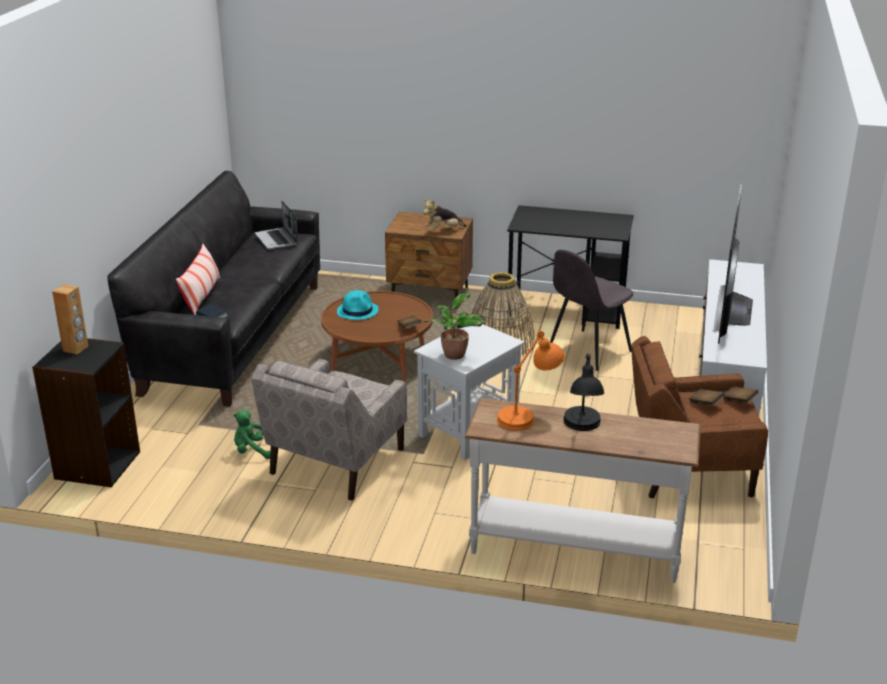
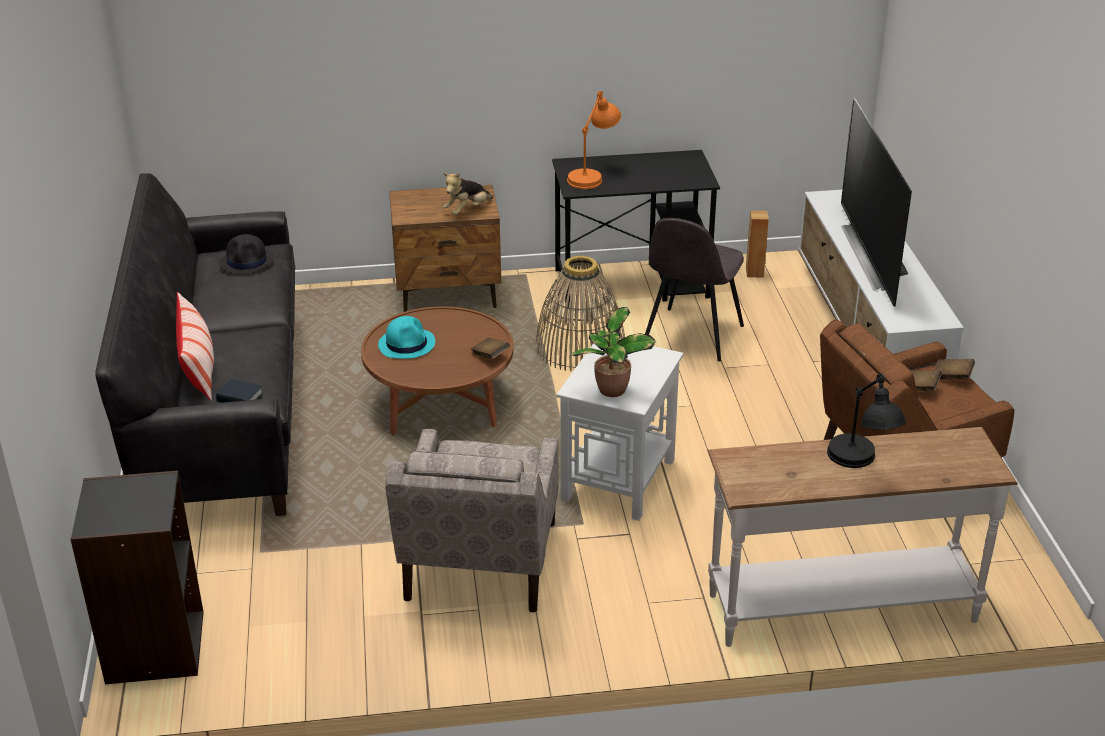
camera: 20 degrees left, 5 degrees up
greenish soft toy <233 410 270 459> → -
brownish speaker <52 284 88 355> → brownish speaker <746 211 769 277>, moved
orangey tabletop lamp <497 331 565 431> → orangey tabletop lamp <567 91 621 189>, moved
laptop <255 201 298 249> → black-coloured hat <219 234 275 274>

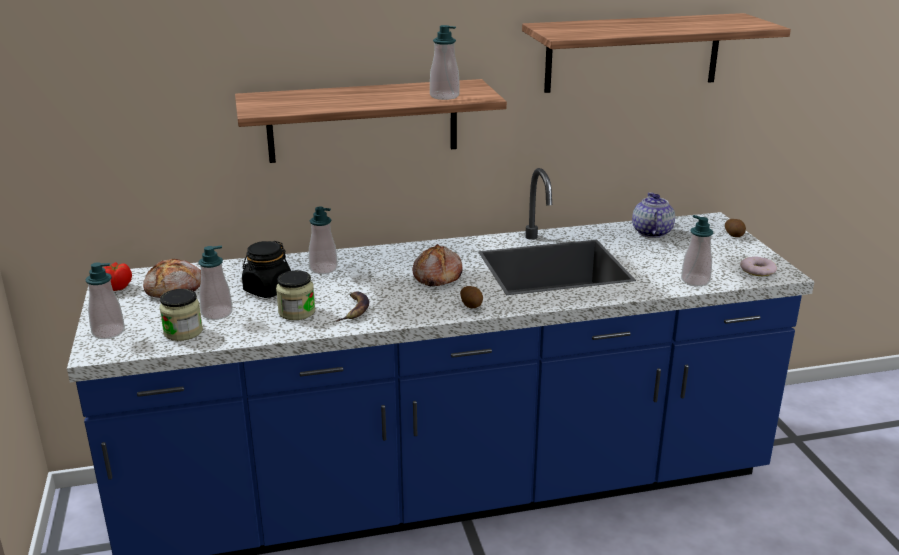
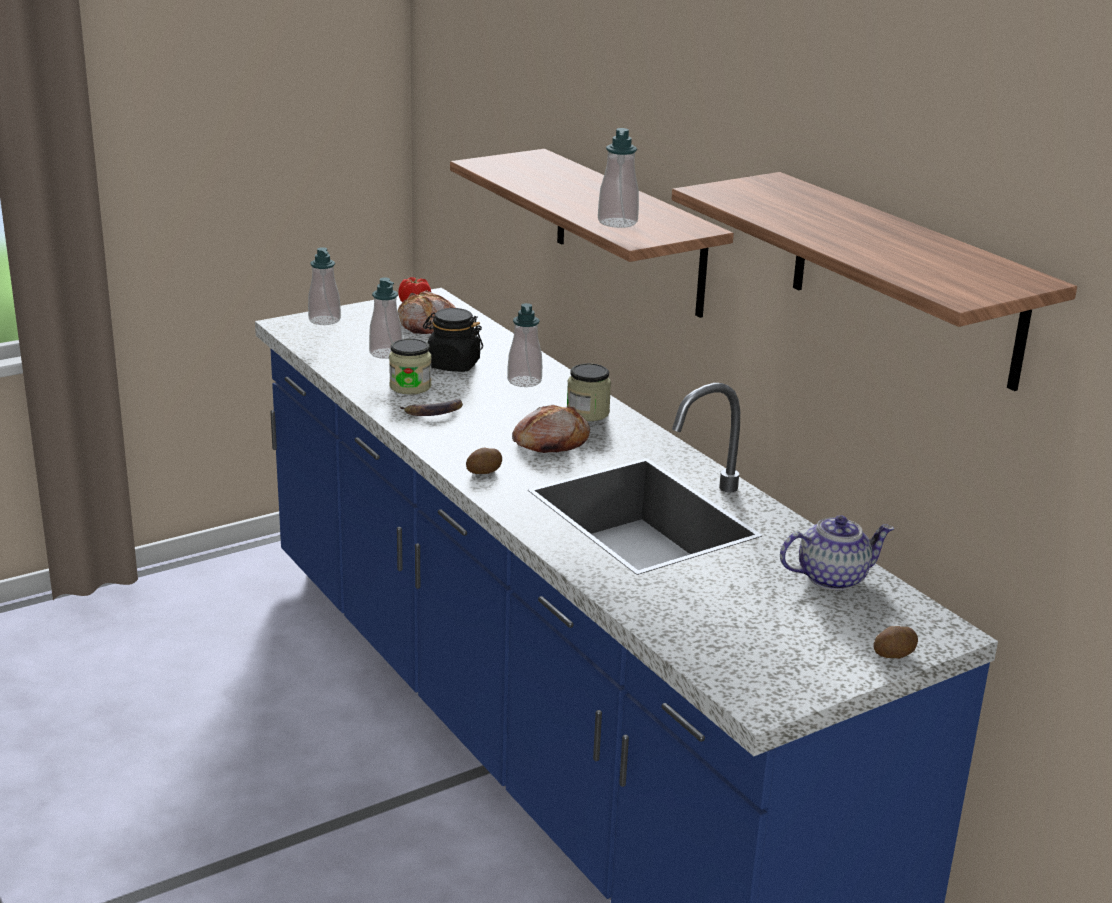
camera: 70 degrees right, 0 degrees up
liquid soap bottle <681 215 713 286> → -
donut <740 257 777 276> → -
preserve jar <159 289 203 341> → preserve jar <567 363 611 421>, moved

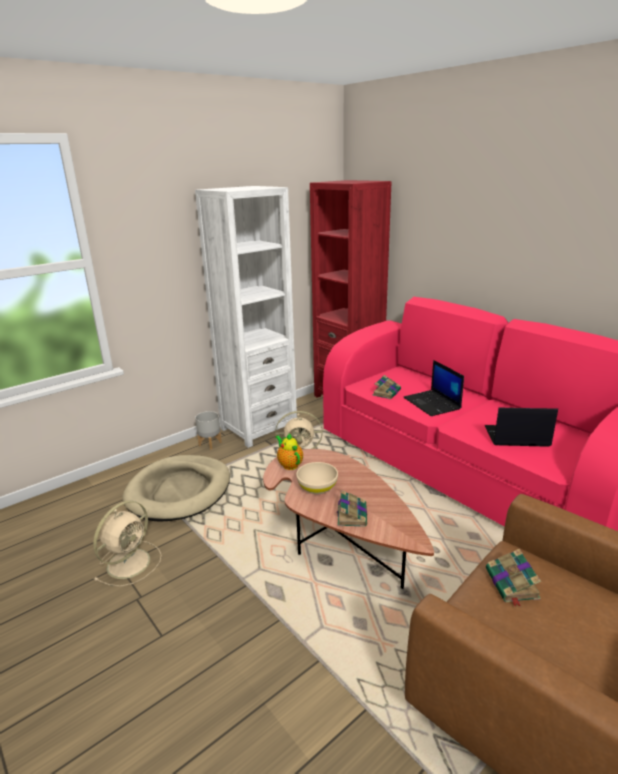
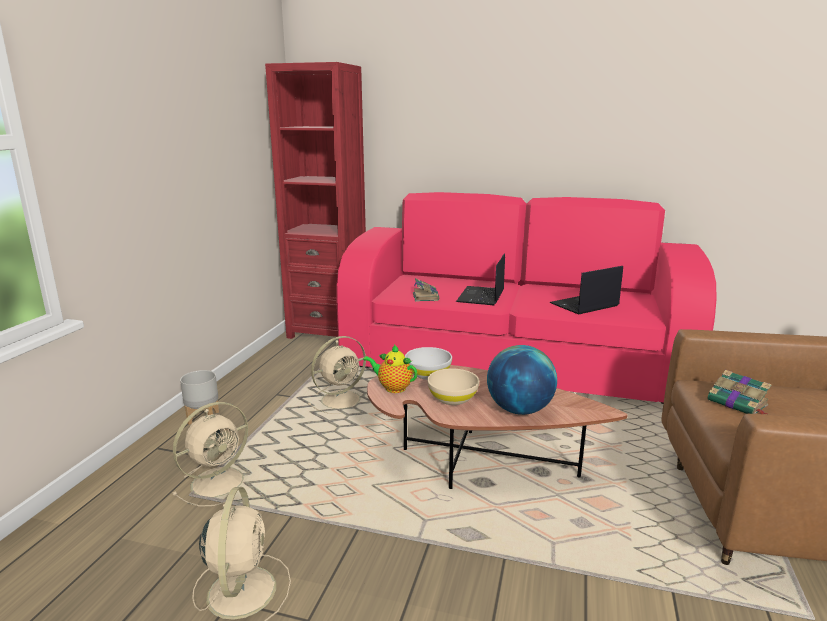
camera: 35 degrees left, 5 degrees down
white-coloured bookcase <195 186 297 448> → -
- → white-coloured deep dish <405 347 452 380>
sand-coloured dog cushion <122 455 230 521> → sand-coloured cooling fan <172 402 248 507>
book <337 490 367 527> → desk globe <487 345 557 415>
laptop <403 360 464 416> → laptop <456 253 505 305>, 75 degrees clockwise

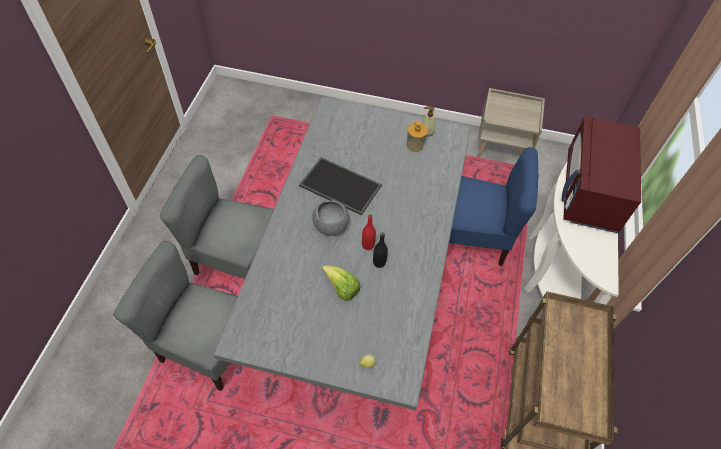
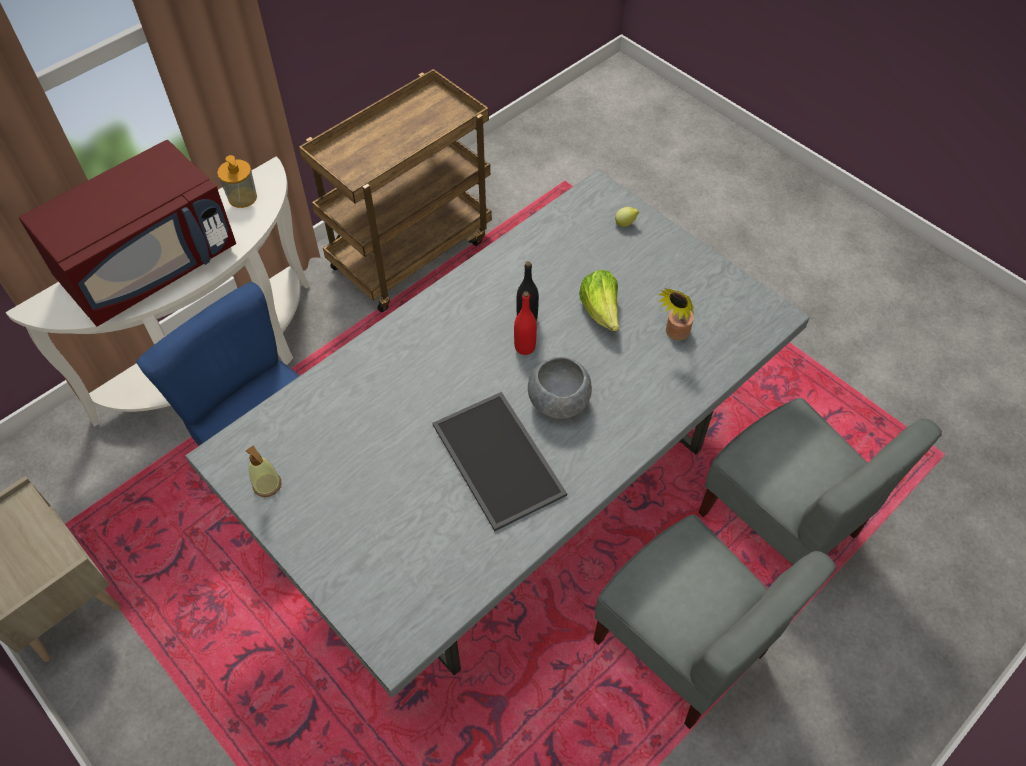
camera: 145 degrees left, 0 degrees up
- → potted plant <658 288 694 341>
liquid soap bottle <407 121 428 152> → liquid soap bottle <217 155 257 208>, moved

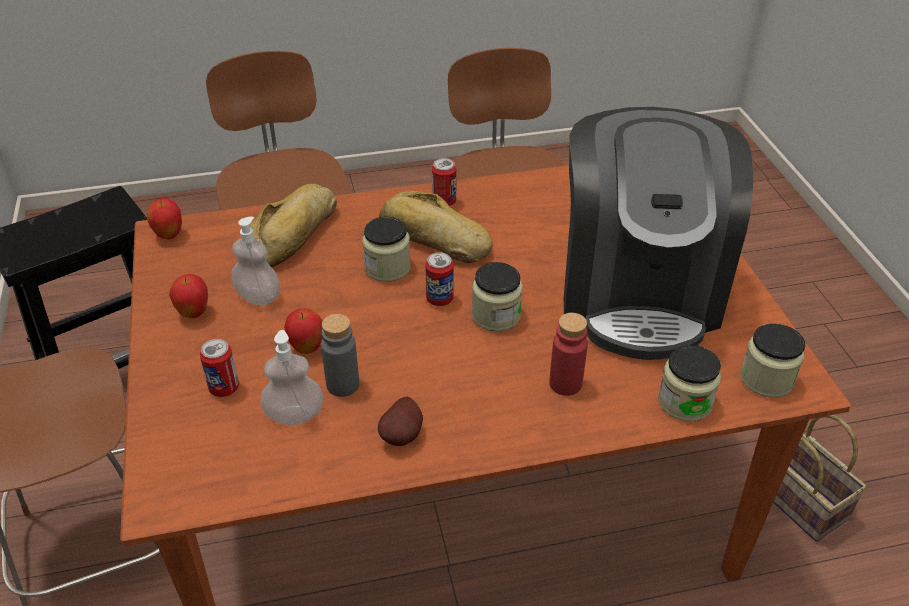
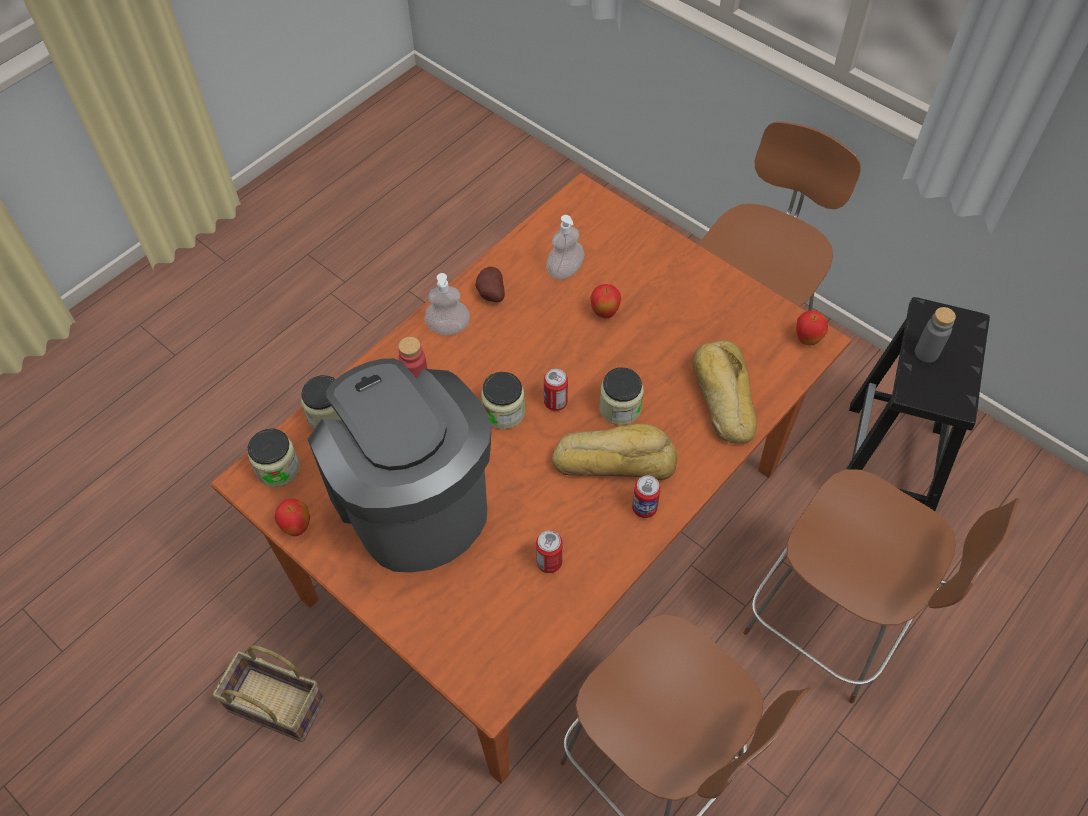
camera: 145 degrees right, 15 degrees up
apple fruit <169 274 208 318> → apple fruit <275 498 310 536>, moved
can <200 339 239 397> → can <536 531 563 573>, moved
liquid soap bottle <232 216 280 305> → liquid soap bottle <425 273 470 335>, moved
gray beverage bottle <321 314 359 397> → gray beverage bottle <915 307 956 363>, moved

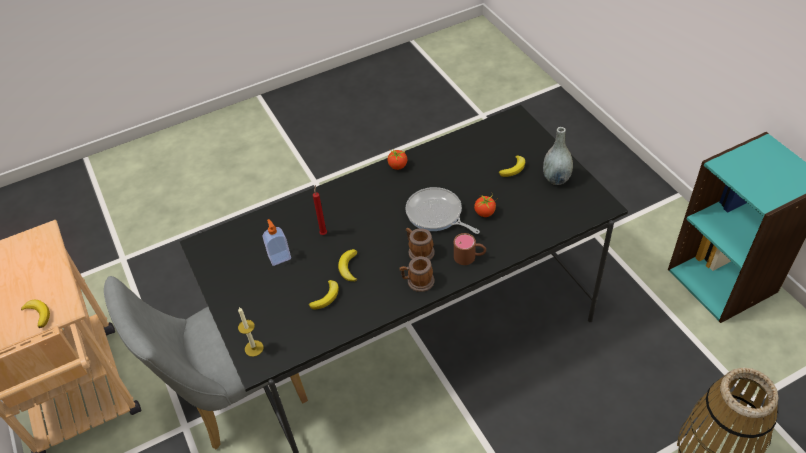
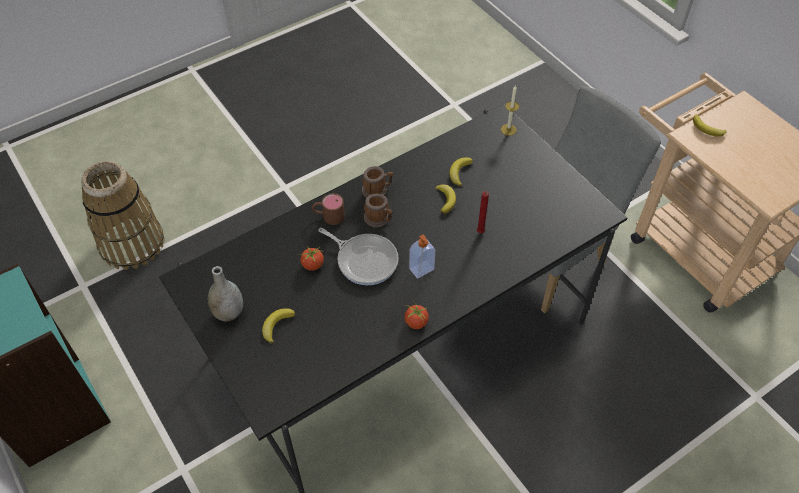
camera: 170 degrees right, 5 degrees up
liquid soap bottle <263 219 291 266> → liquid soap bottle <409 234 435 278>, moved

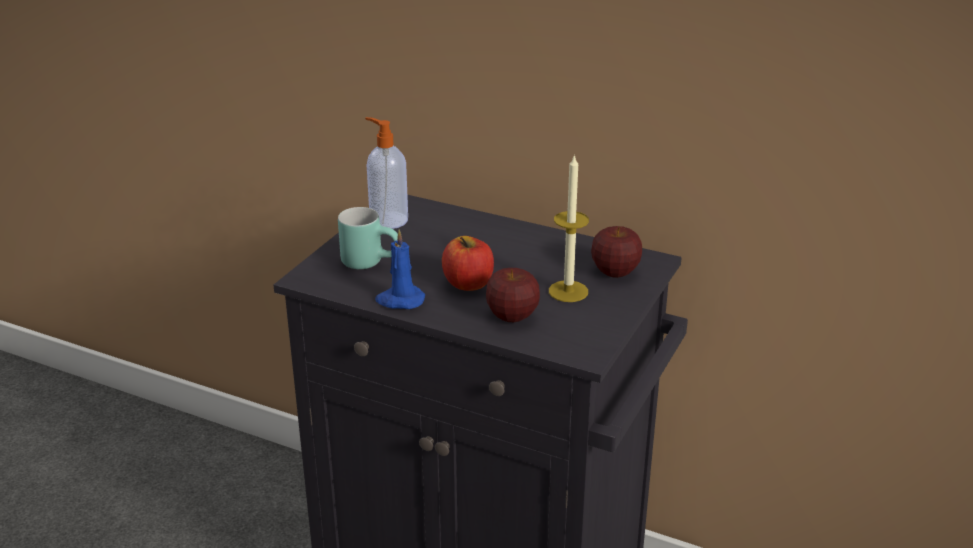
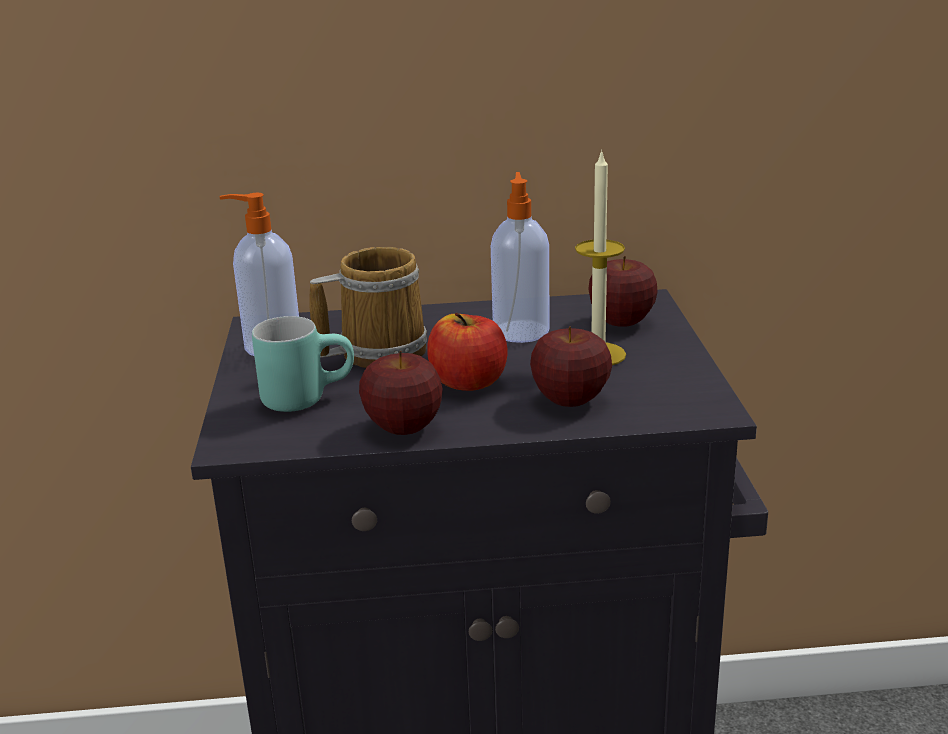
camera: 30 degrees left, 5 degrees down
- → coffee mug <309 247 427 368>
- → liquid soap bottle <491 172 550 343>
bluish wax light <375 229 425 309> → apple fruit <359 351 443 435>

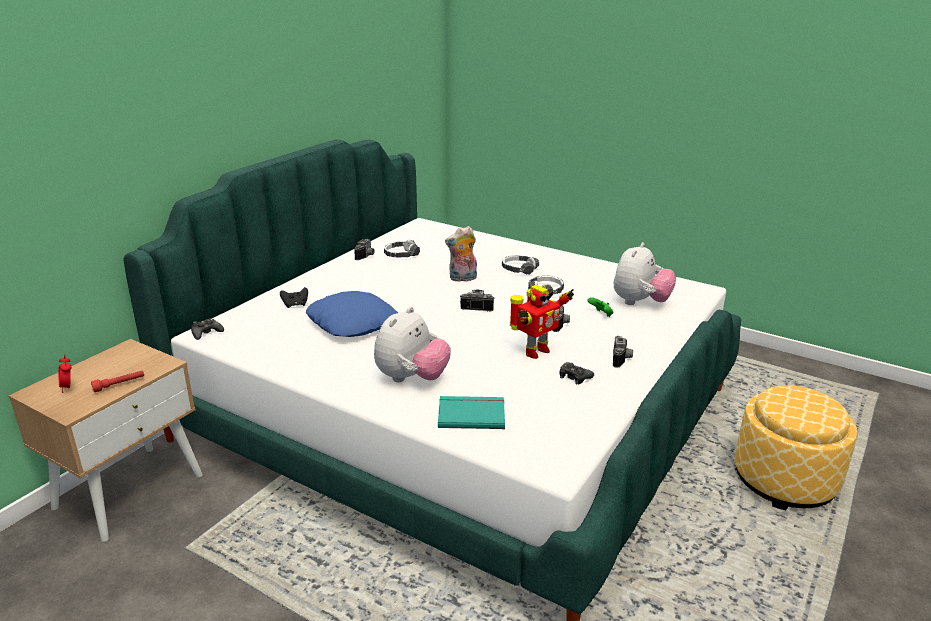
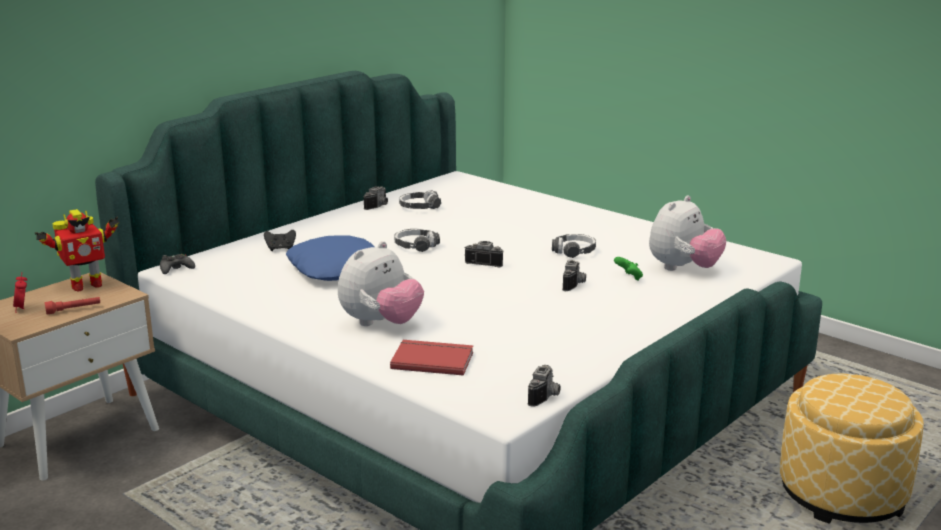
camera: 10 degrees right, 5 degrees down
soft toy <445 226 477 282> → -
black-coloured game controller <560 362 594 384> → -
headset <502 255 539 275> → headset <395 229 440 252>, moved
model robot <510 285 574 359> → model robot <34 209 120 291>, moved
photo camera <613 336 633 367> → photo camera <528 365 561 407>, moved
turquoise book <438 396 505 429> → red book <390 340 473 376>

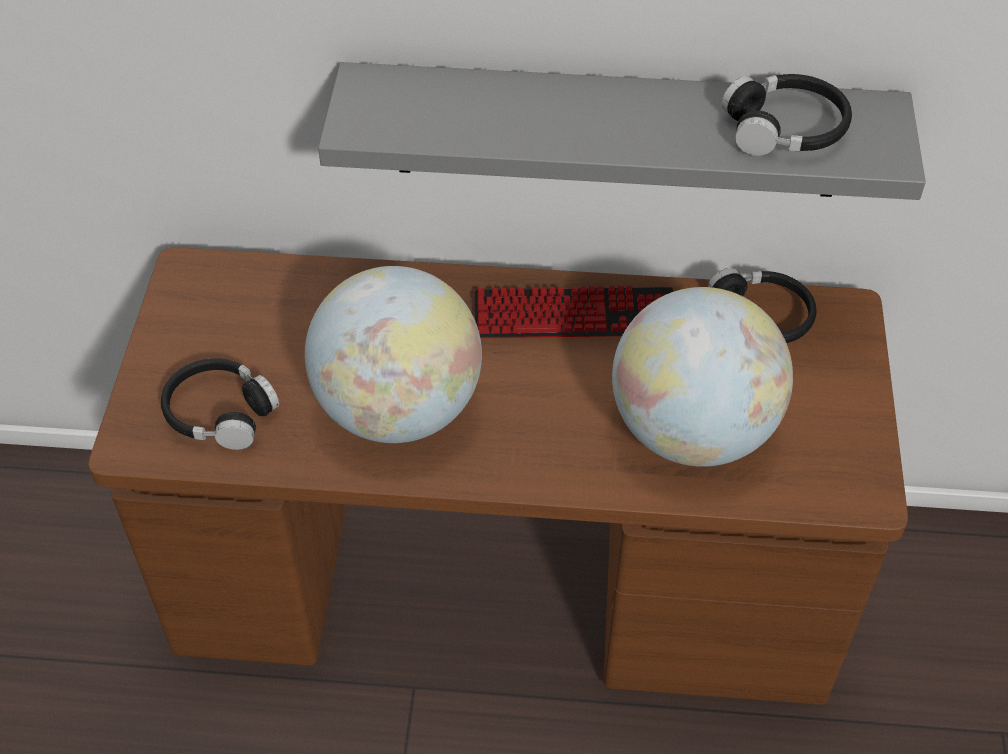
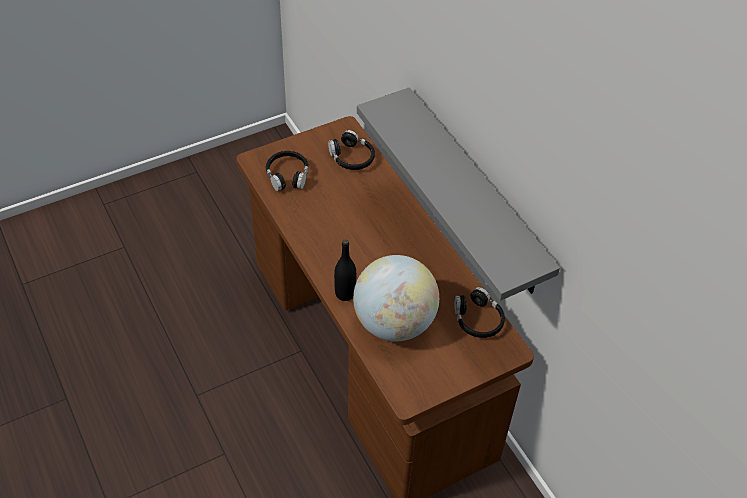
camera: 55 degrees right, 0 degrees up
desk globe <305 266 482 443> → -
keyboard <474 286 673 338> → -
- → black-coloured beverage bottle <334 239 356 301>
black-coloured headset <722 74 852 156> → black-coloured headset <328 130 375 170>, moved

